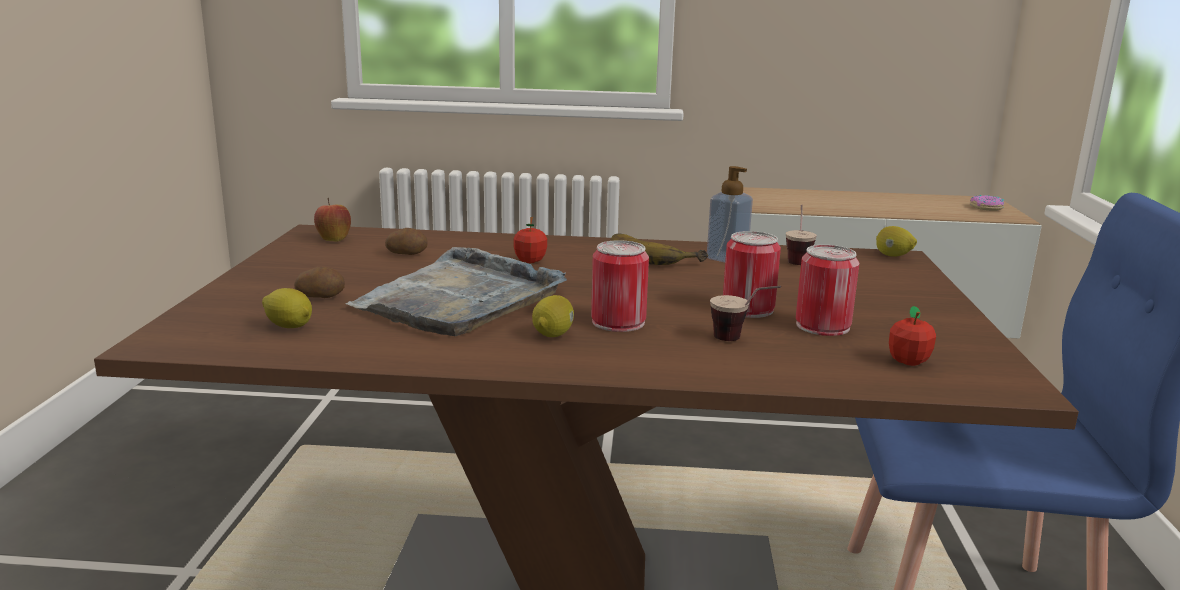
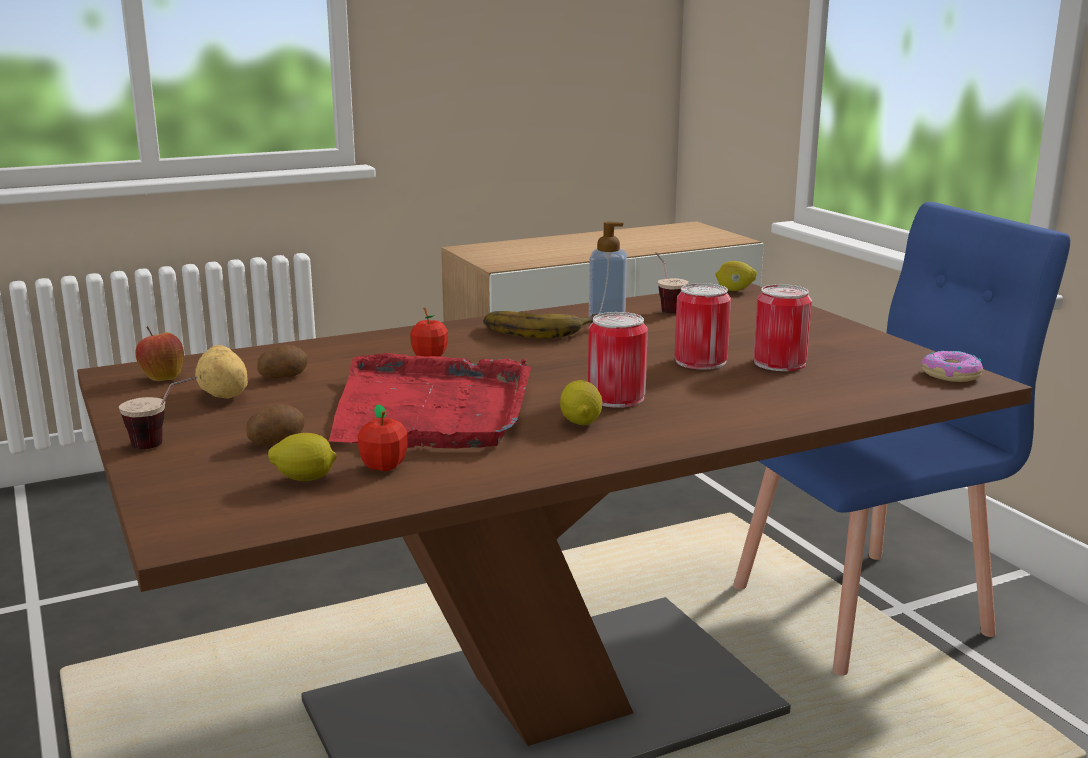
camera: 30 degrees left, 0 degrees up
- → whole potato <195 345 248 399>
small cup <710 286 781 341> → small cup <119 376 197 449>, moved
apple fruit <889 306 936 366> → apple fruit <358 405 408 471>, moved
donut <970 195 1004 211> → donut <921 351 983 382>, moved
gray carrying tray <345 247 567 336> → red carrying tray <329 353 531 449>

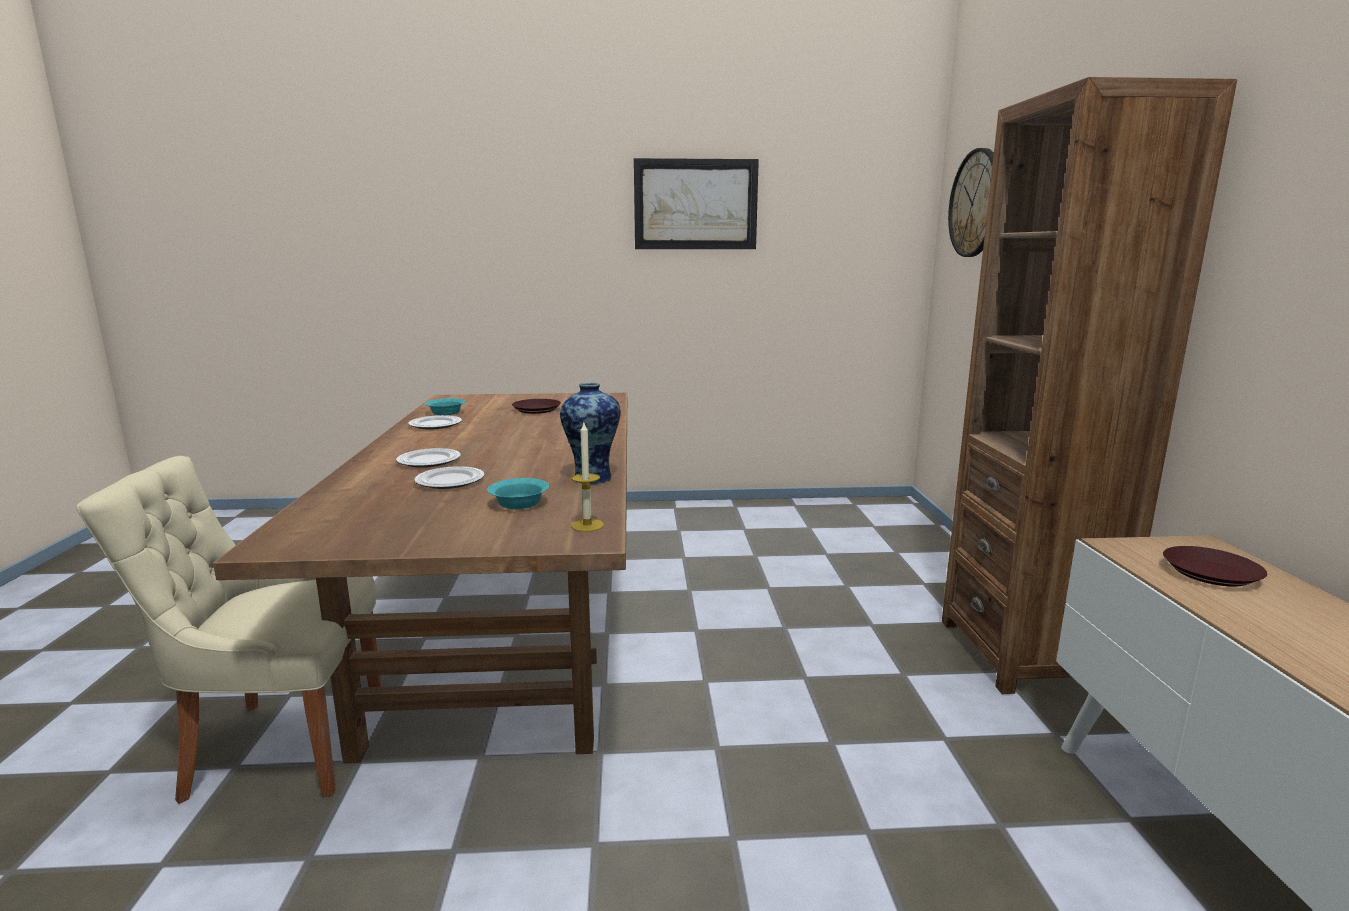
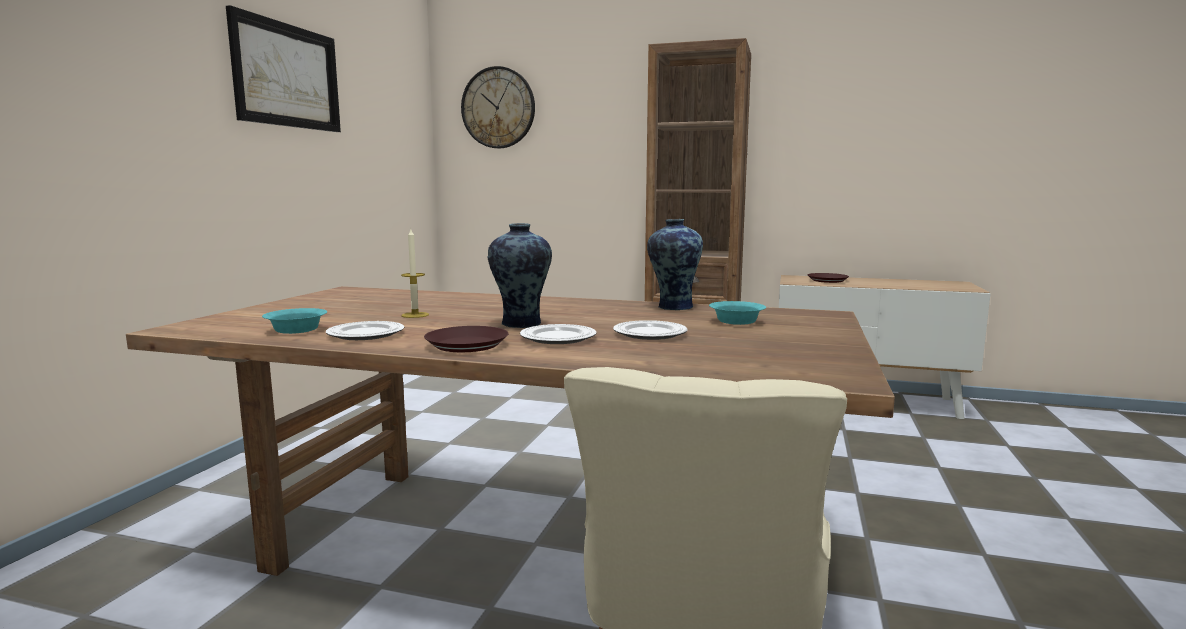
camera: 70 degrees left, 5 degrees down
- → decorative vase <488 223 552 328>
brownish plate <512 399 561 414> → brownish plate <424 326 509 352>, moved
wax light <571 423 604 532> → wax light <401 229 429 318>, moved

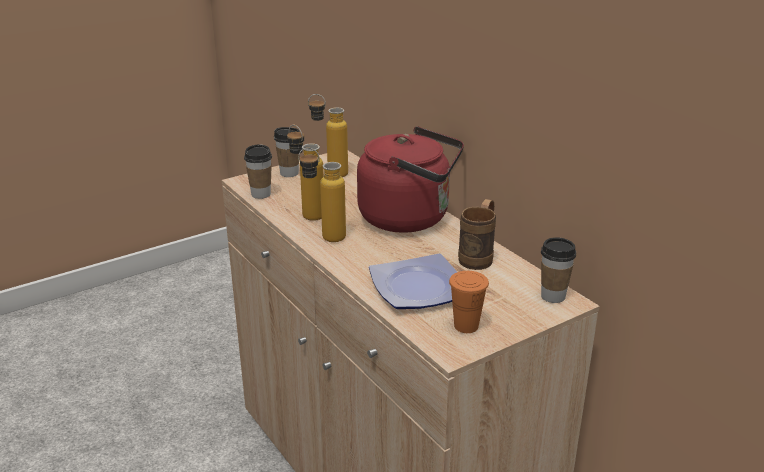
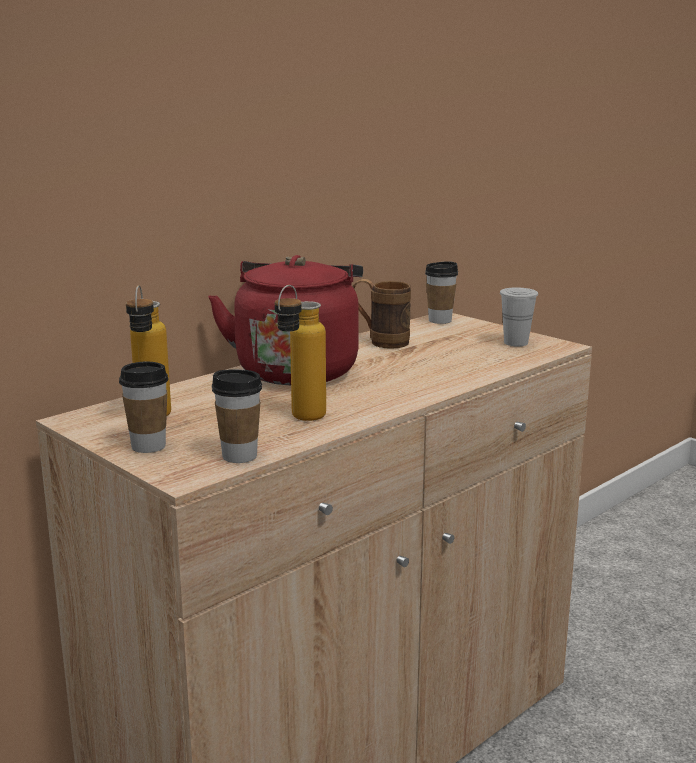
camera: 100 degrees left, 10 degrees down
beverage bottle <298 148 346 242> → -
plate <369 253 457 309> → -
orangey small cup <449 271 489 333> → white-coloured small cup <500 287 538 346>

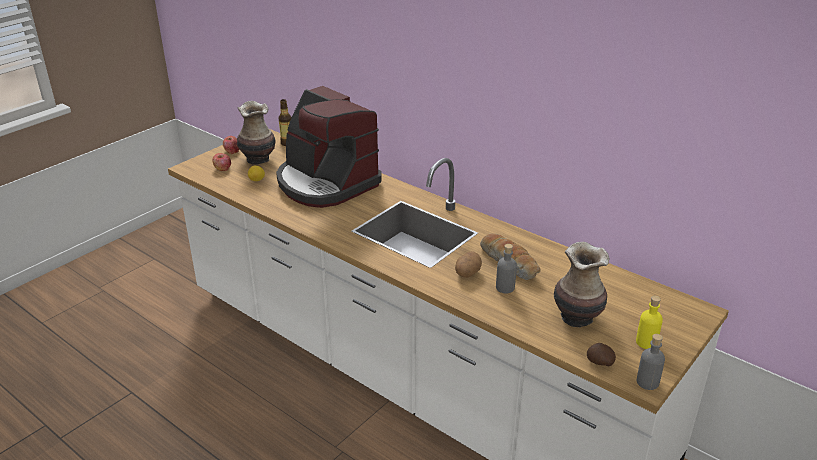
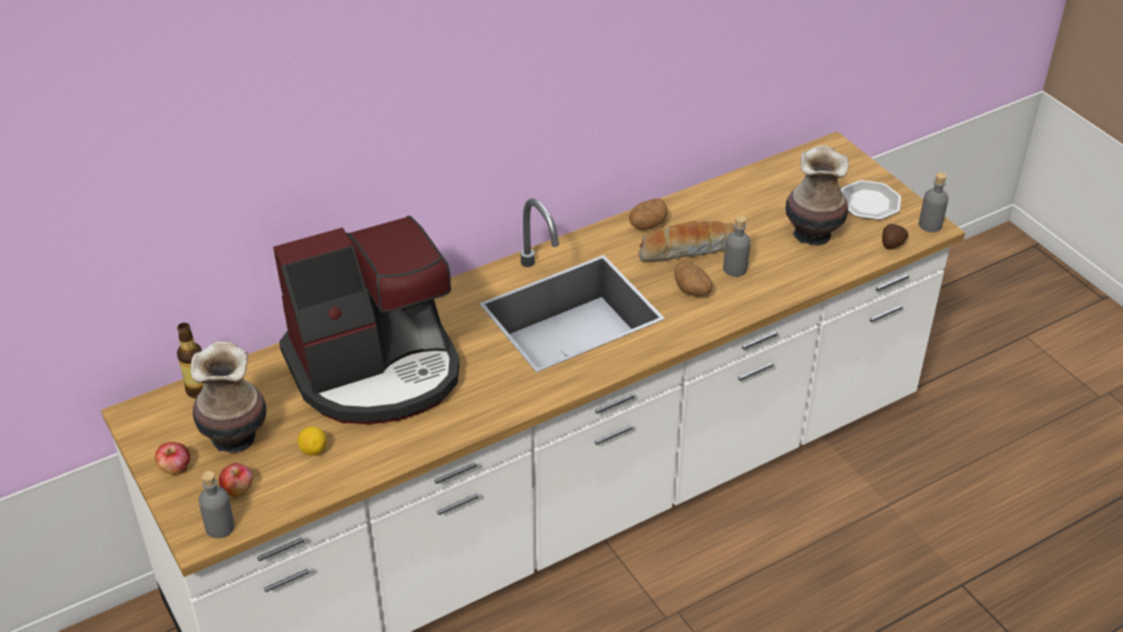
camera: 70 degrees left, 10 degrees up
- → gray beverage bottle <198 471 235 538>
- → whole potato <629 198 667 230>
yellow beverage bottle <636 296 663 349> → plate <841 180 901 220>

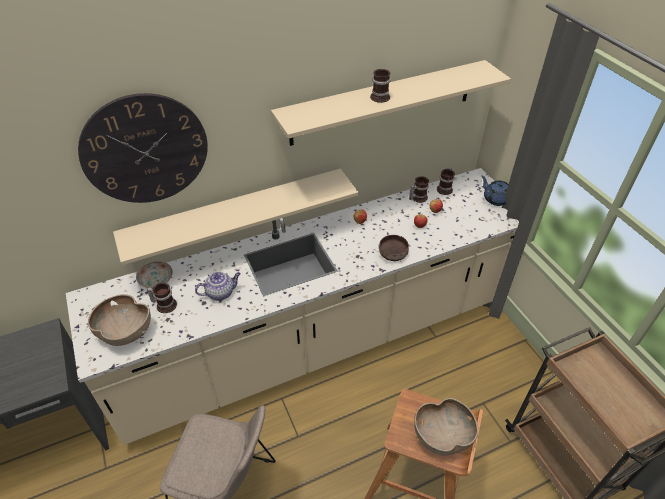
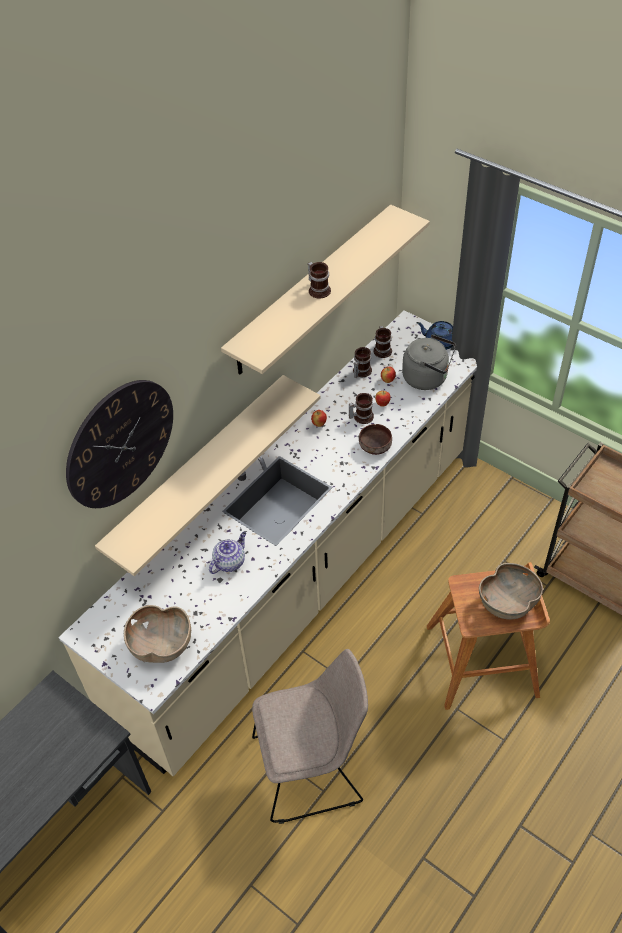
camera: 25 degrees left, 5 degrees up
plate <136 261 173 288> → -
- → gray water kettle <402 335 456 390>
coffee mug <147 282 177 313> → coffee mug <349 393 374 424>, moved

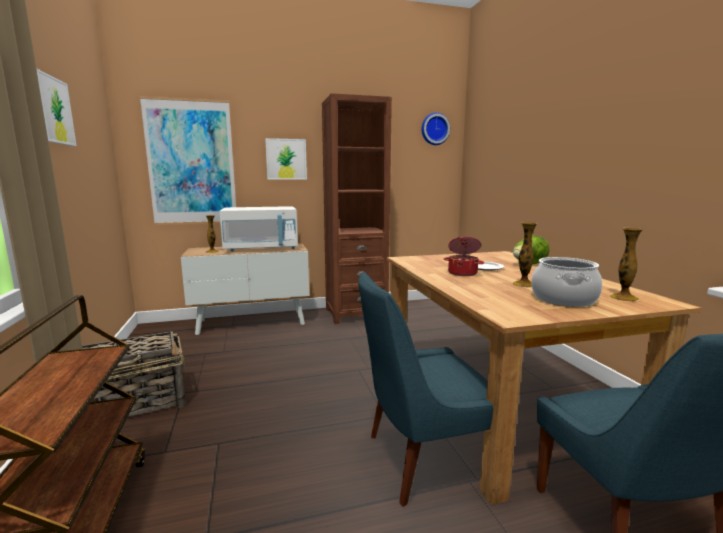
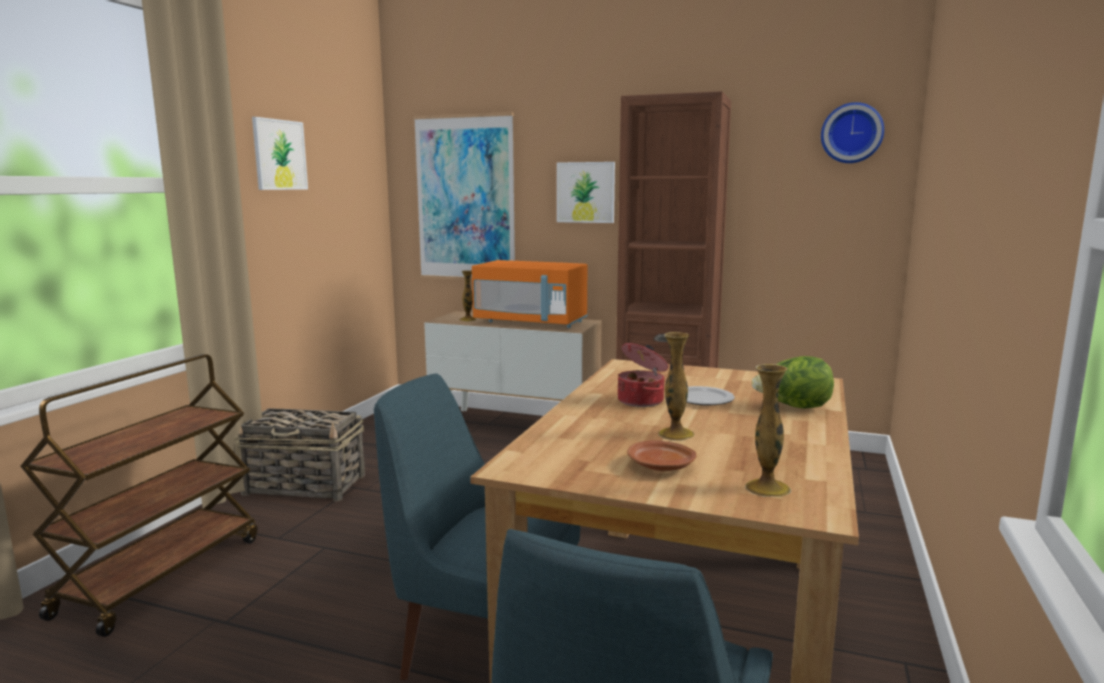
camera: 35 degrees right, 0 degrees up
saucepot <531 257 602 307> → brownish plate <627 440 696 471>
white-coloured microwave <220 207 298 251> → orangey microwave <472 260 588 328>

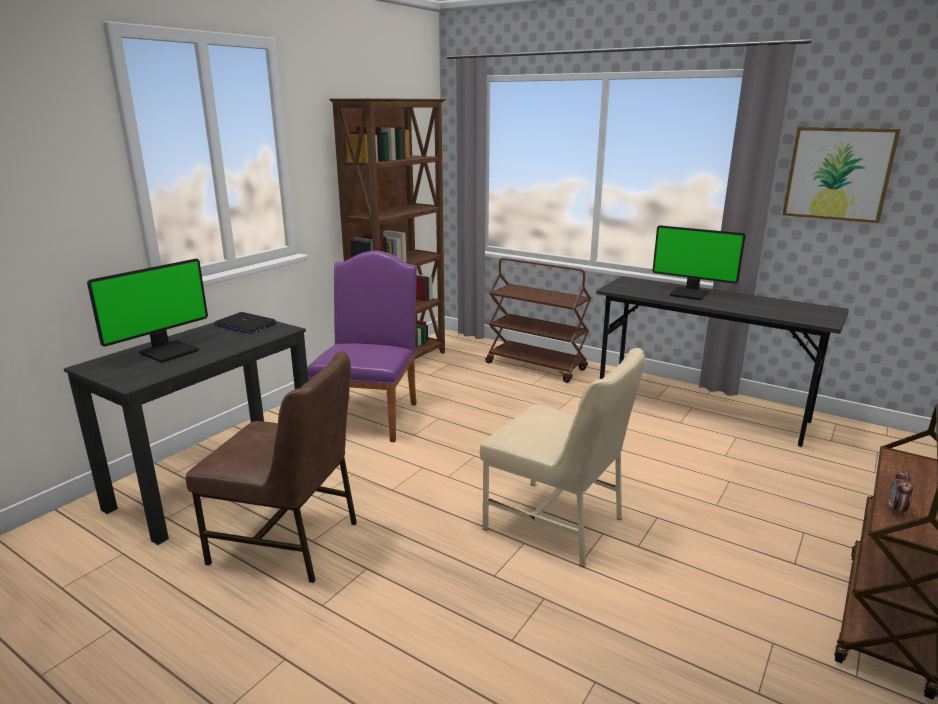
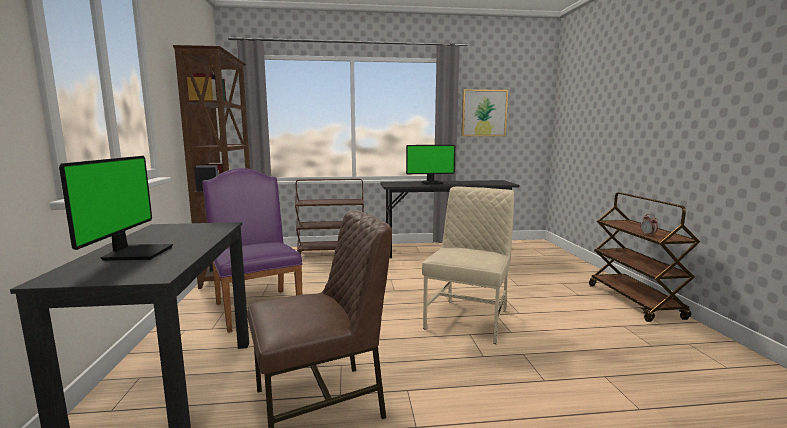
camera: 40 degrees left, 10 degrees down
laptop <213 312 276 334> → -
sand-coloured chair <480 348 645 567> → sand-coloured chair <422 186 514 344>, 60 degrees counterclockwise

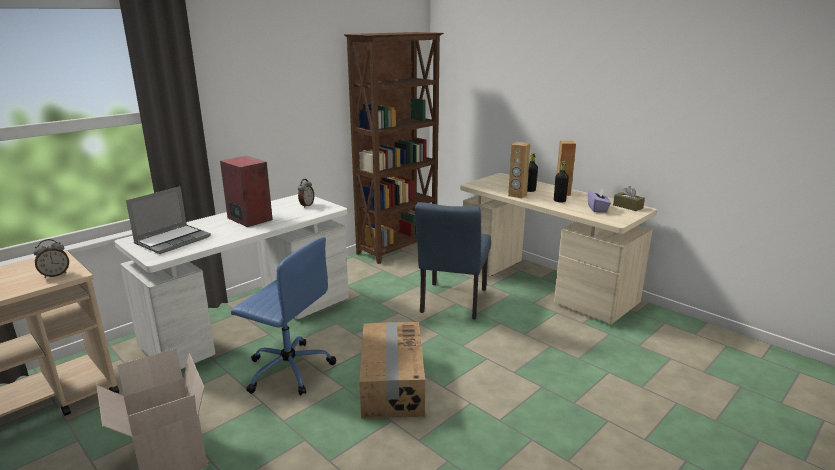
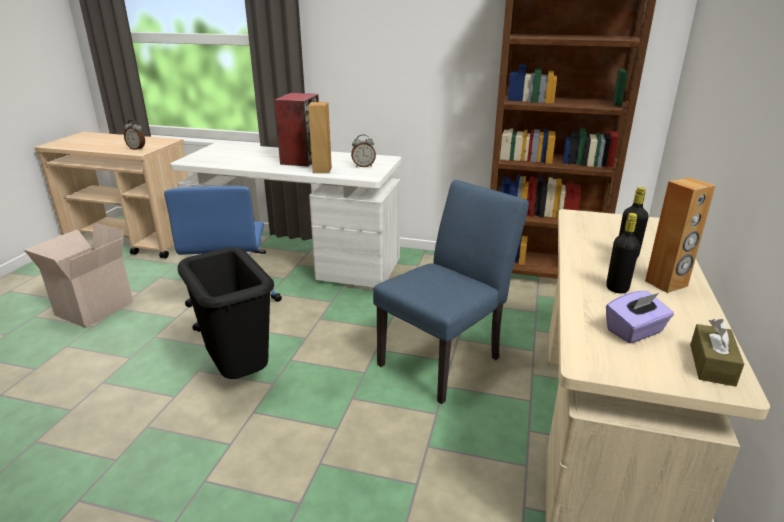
camera: 60 degrees right, 5 degrees up
laptop <126 186 211 254> → -
brownish speaker <508 142 530 198> → brownish speaker <308 102 332 173>, moved
cardboard box <359 322 425 419> → black-coloured trash can <178 247 274 379>
bluish chair <415 202 491 319> → bluish chair <373 180 529 404>, 150 degrees clockwise

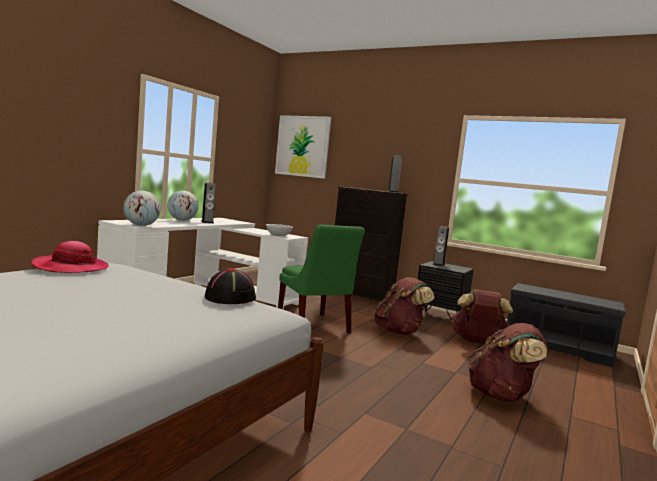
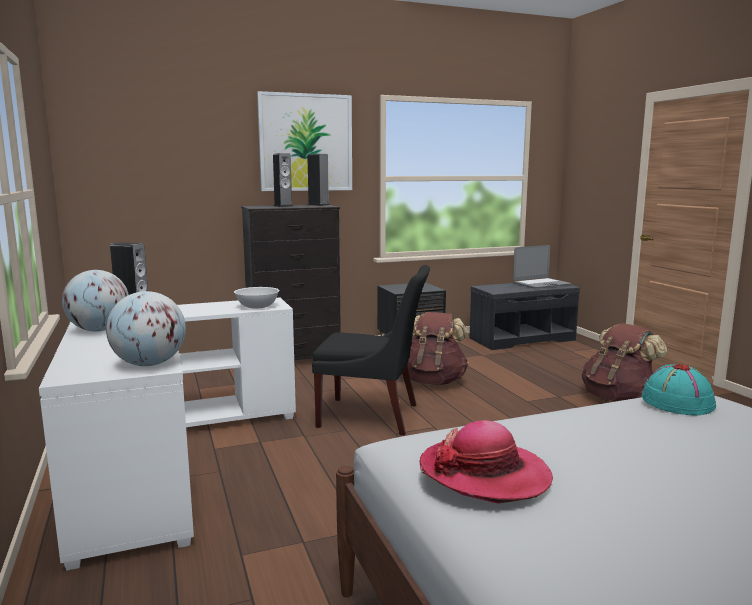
camera: 50 degrees left, 5 degrees up
brownish backpack <451 289 513 344> → -
- → laptop <513 245 571 288>
picture <275 115 331 179> → picture <257 91 352 191>, moved
speaker <433 226 449 266> → speaker <273 153 293 207>, moved
black-coloured hat <205 268 256 304> → turquoise hat <642 364 716 416>
greenish chair <278 225 365 333> → black-coloured chair <312 265 430 436>

